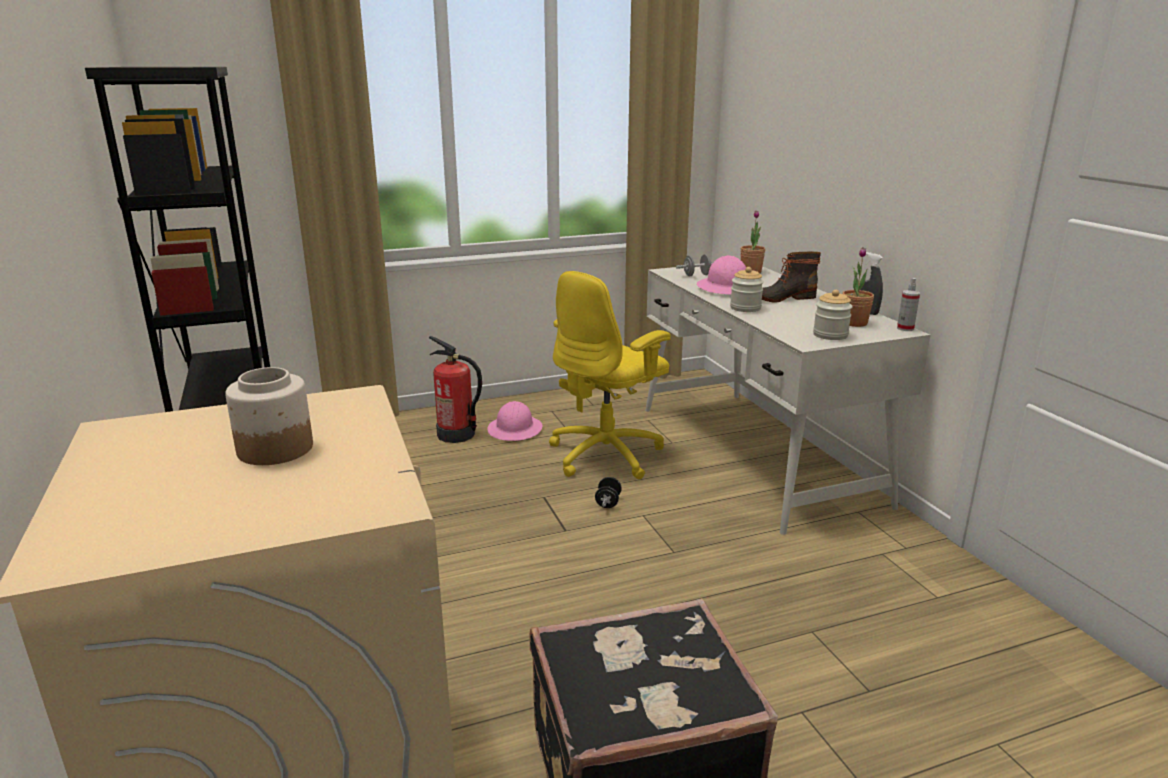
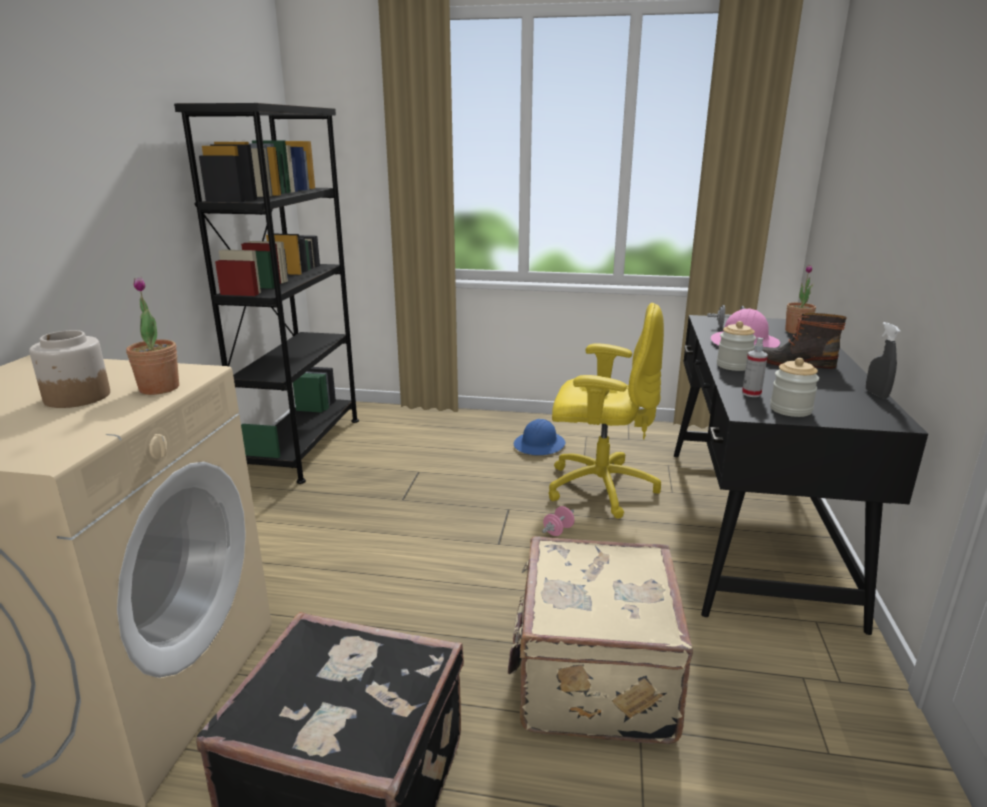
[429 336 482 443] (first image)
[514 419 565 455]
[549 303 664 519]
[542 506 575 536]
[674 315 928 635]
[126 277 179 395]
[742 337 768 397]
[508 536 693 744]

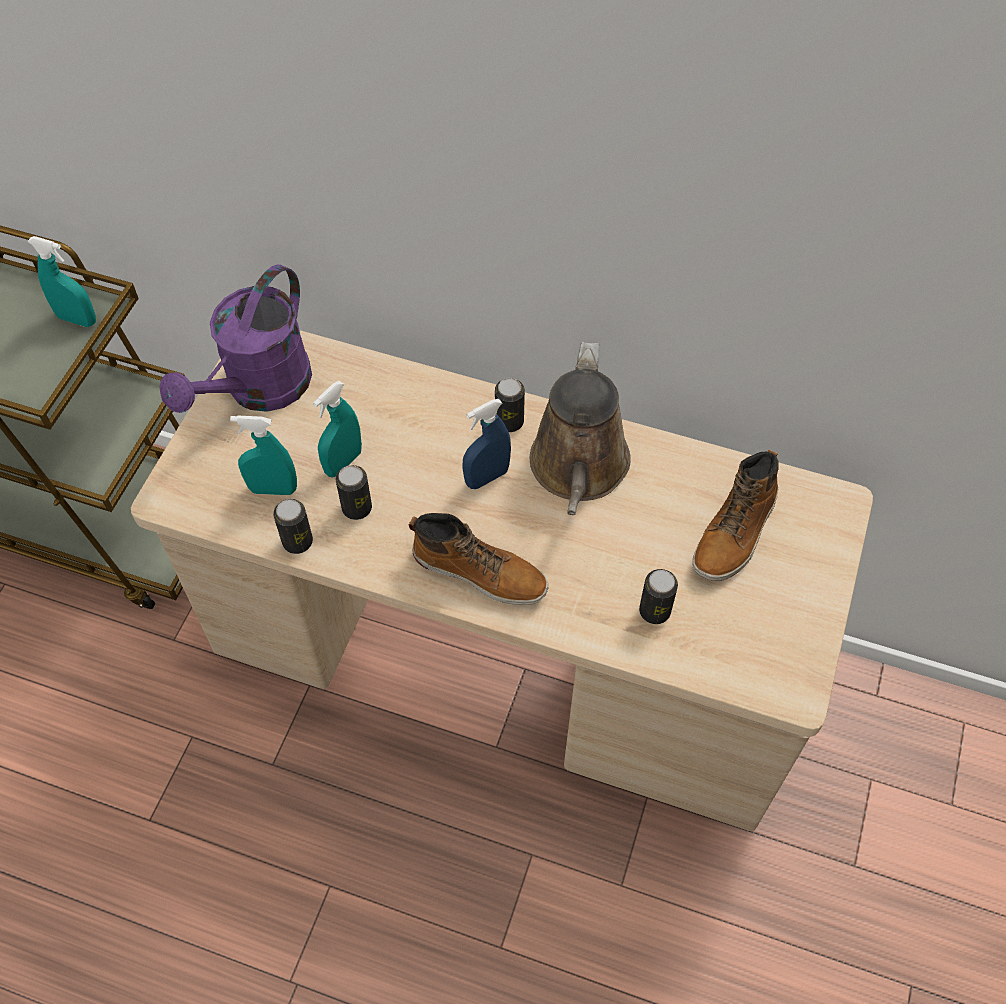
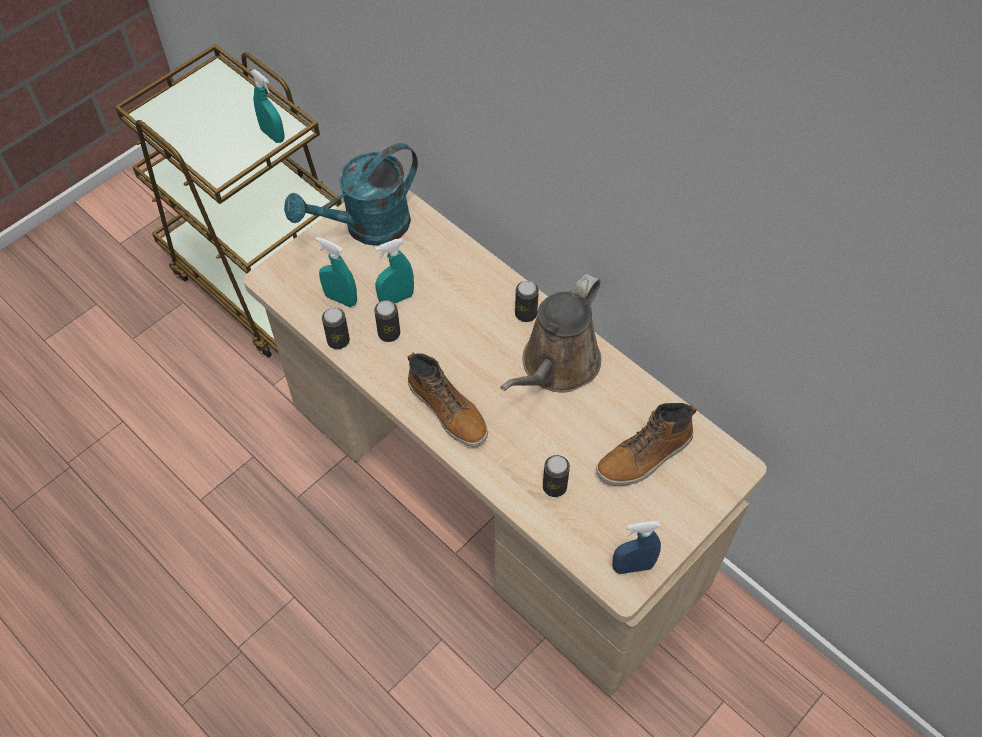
[284 143 418 246]
[612 521 661 574]

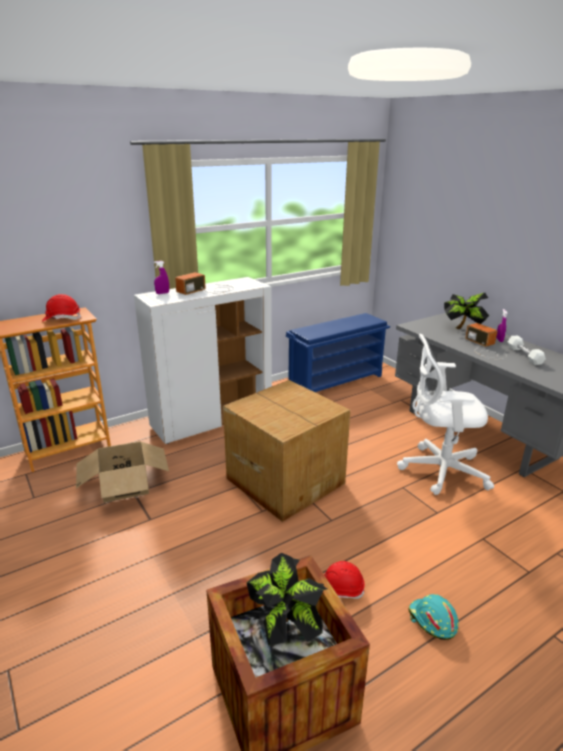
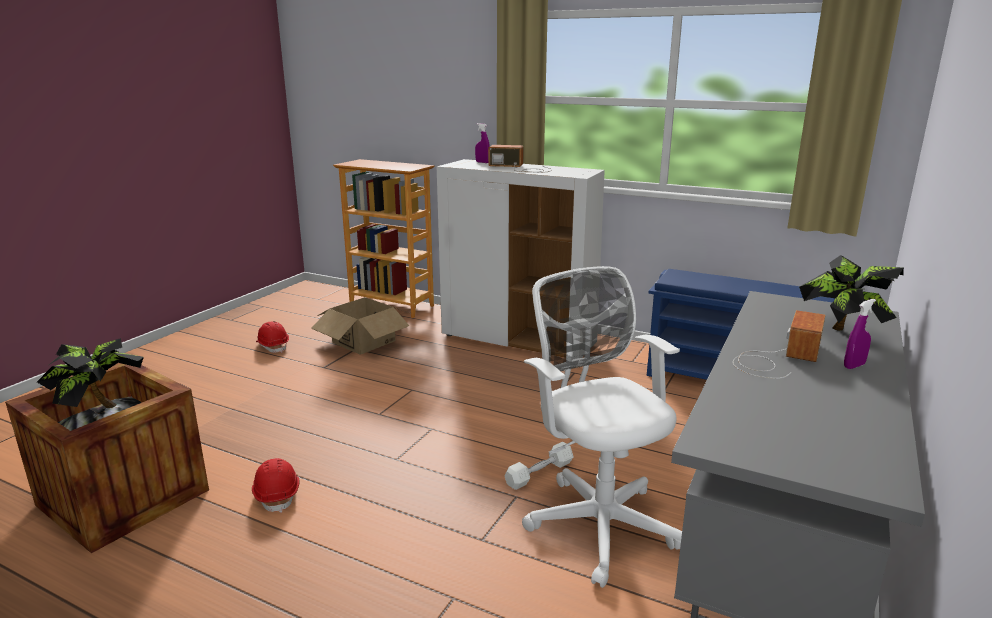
[256 321 289 353]
[223 380 351 522] (first image)
[408 594 459 640] (first image)
[505 442 574 490]

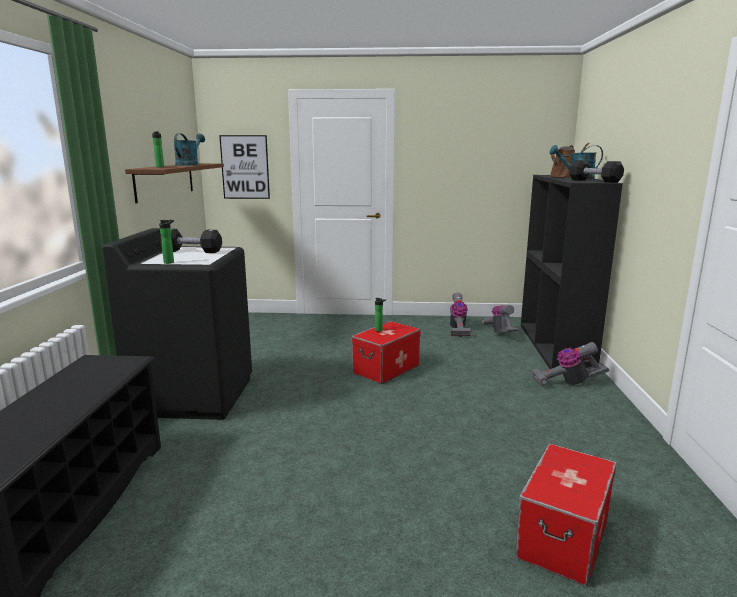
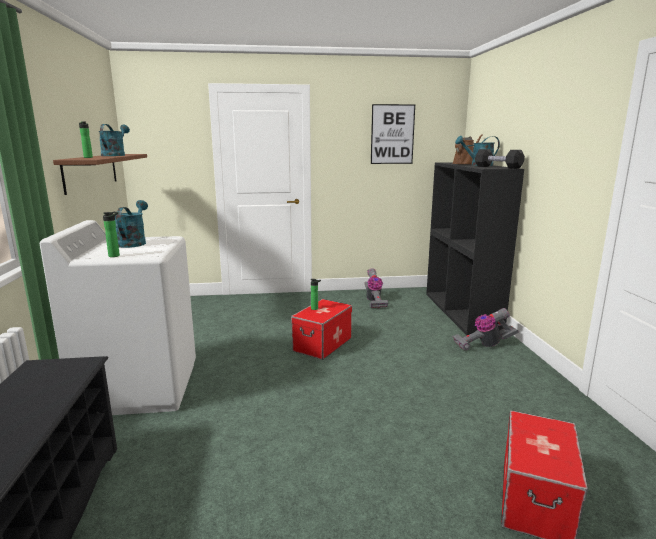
[40 220 196 415]
[115 200 148 248]
[371 104 415 164]
[482 305 518 333] (first image)

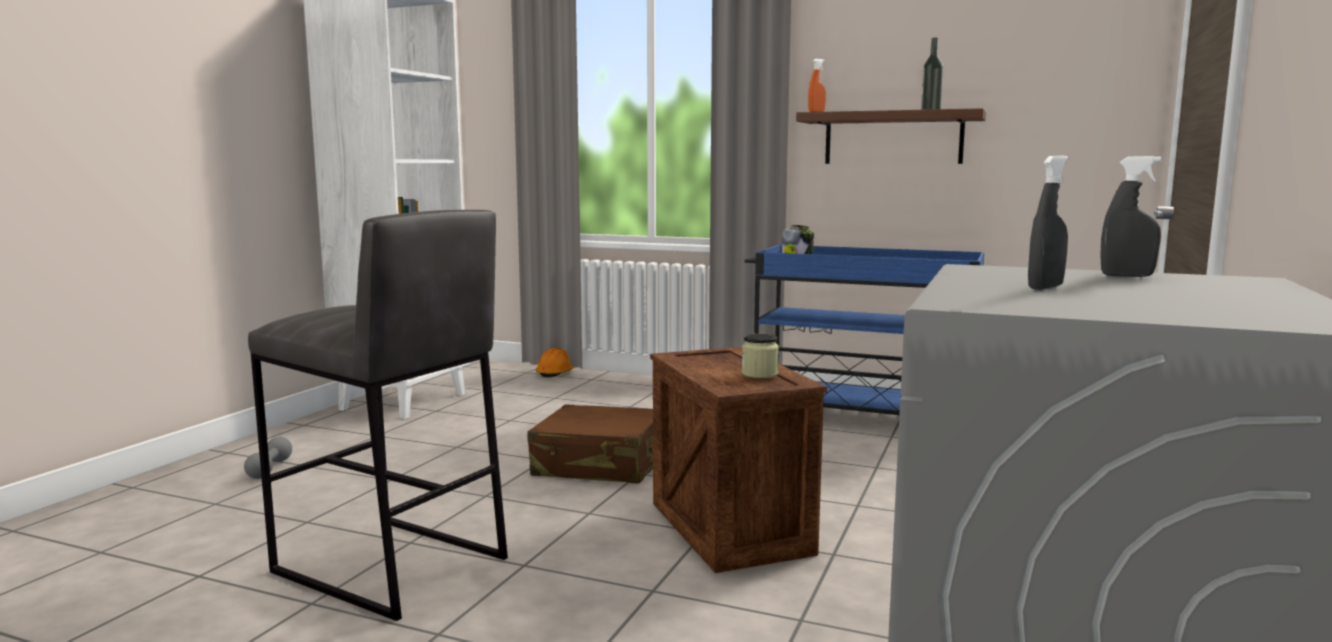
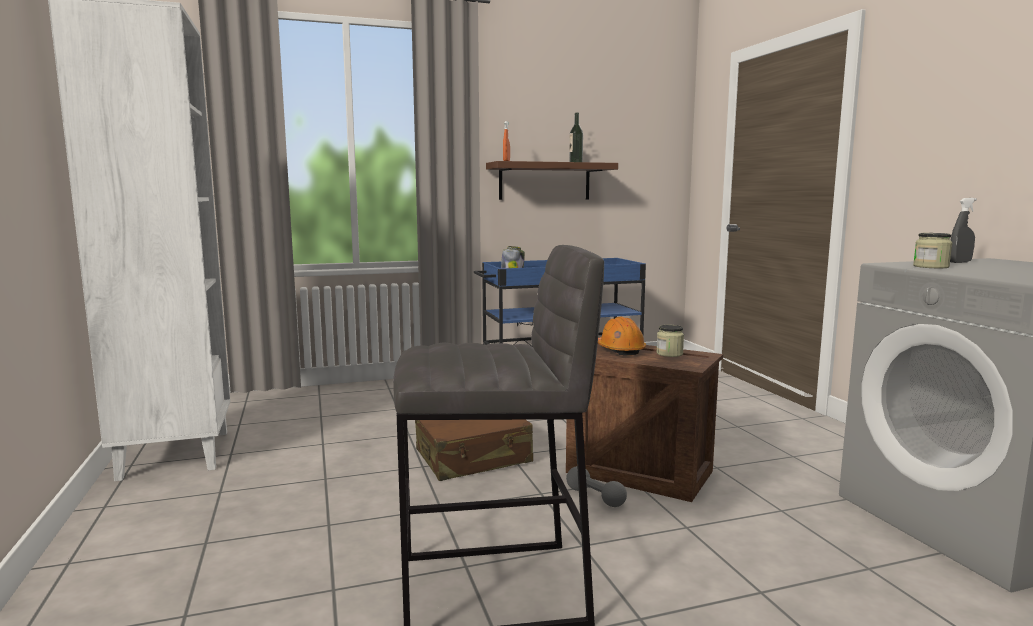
[566 466 627 507]
[598 317 646 356]
[1028 155 1068 290] (first image)
[913 233 952 268]

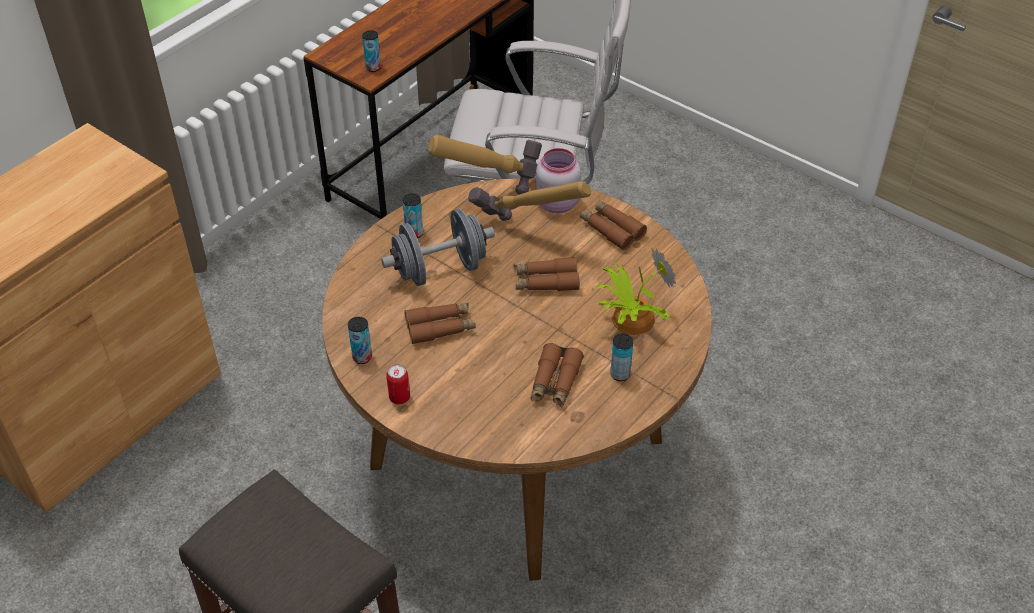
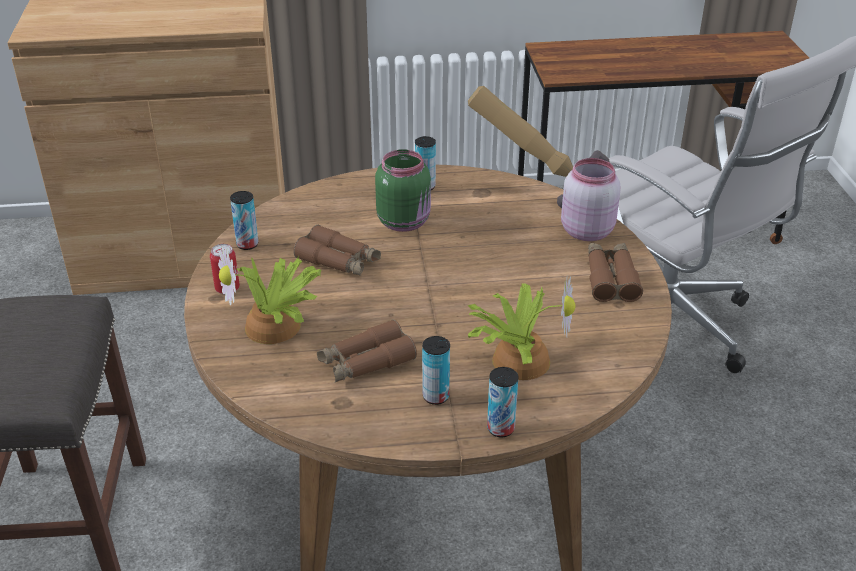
[487 367 518 437]
[375 149 431 232]
[468 181 591 221] (first image)
[513 257 580 291] (first image)
[218 246 321 344]

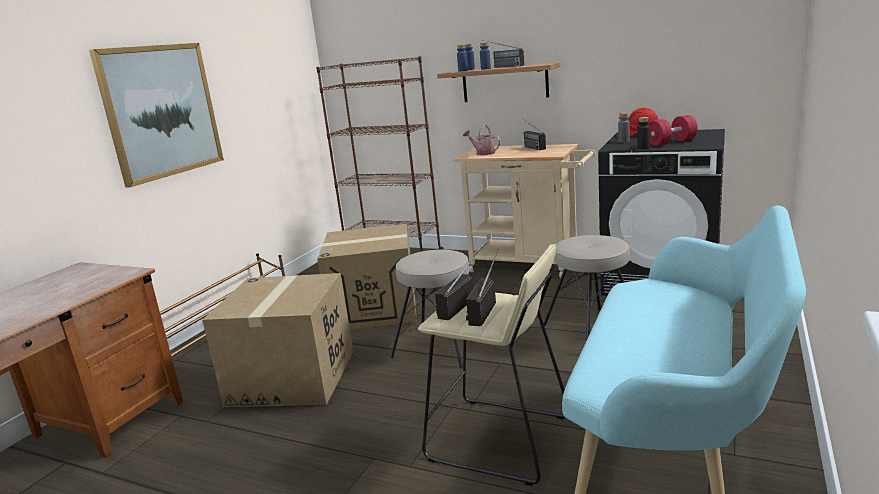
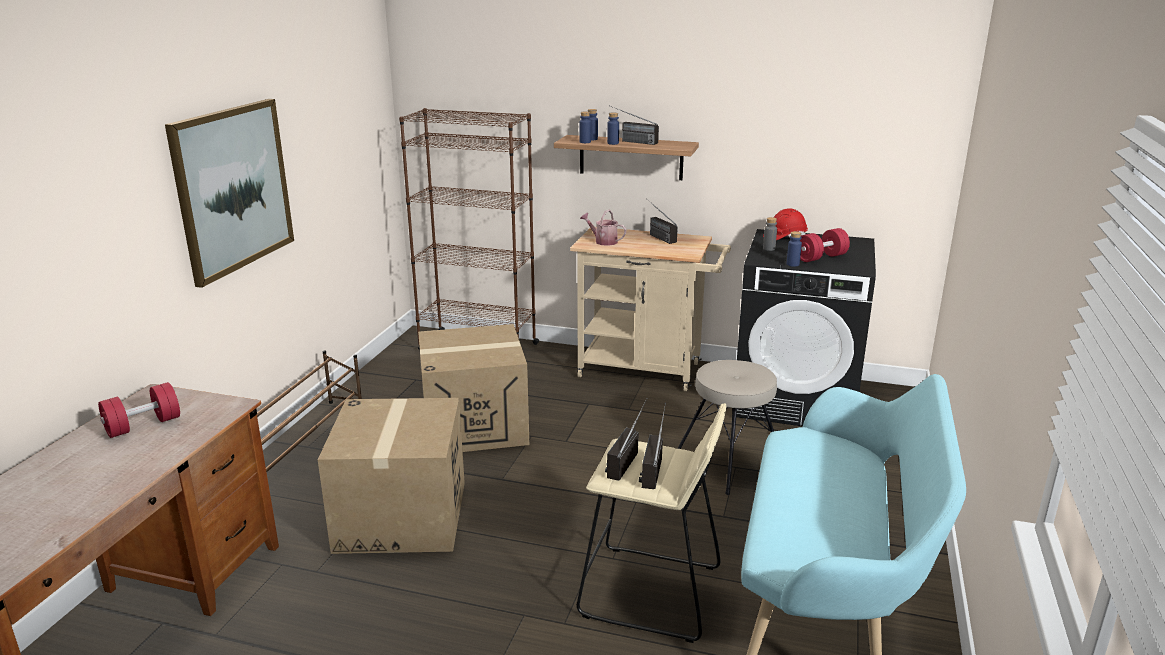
[390 250 469 369] (first image)
[787 231 802 267]
[98 382 180 438]

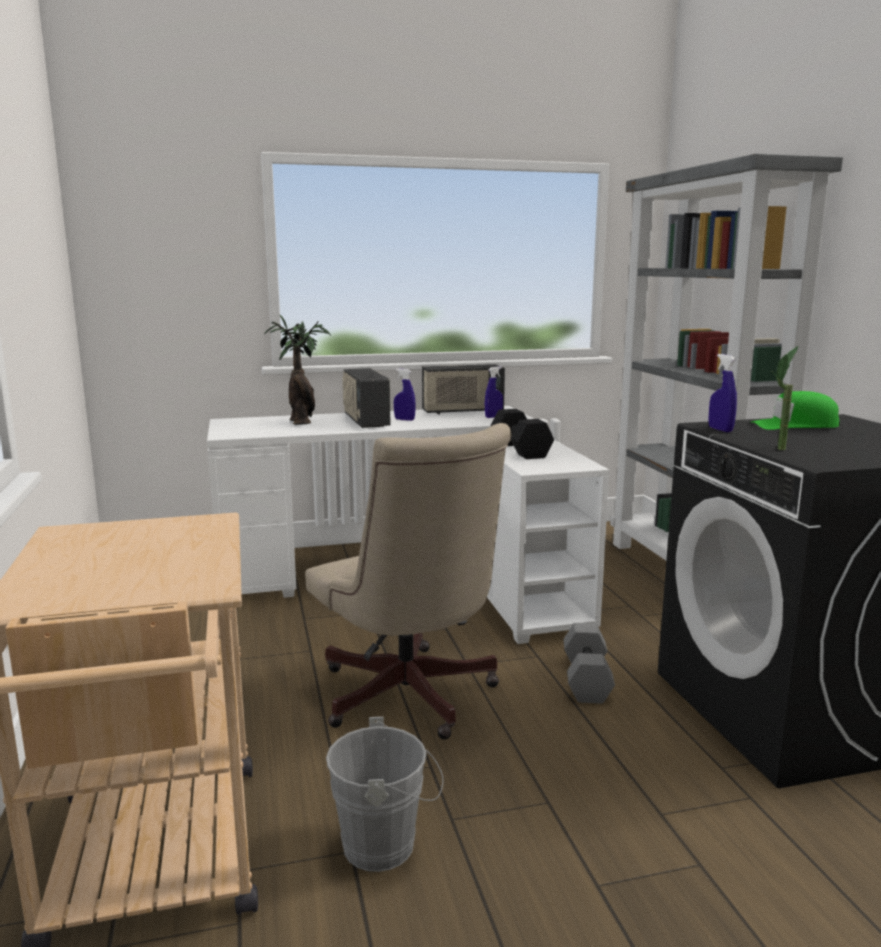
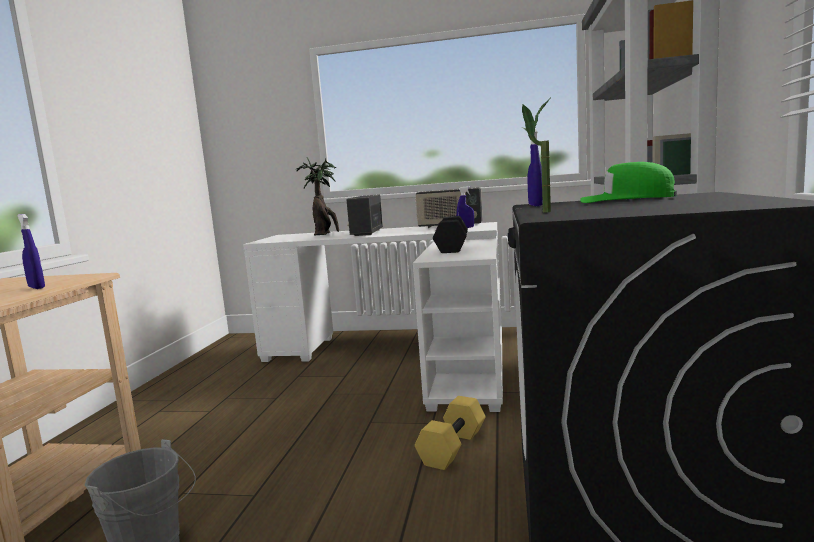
[305 423 512 740] (first image)
[17 214 45 289]
[415 396 486 470]

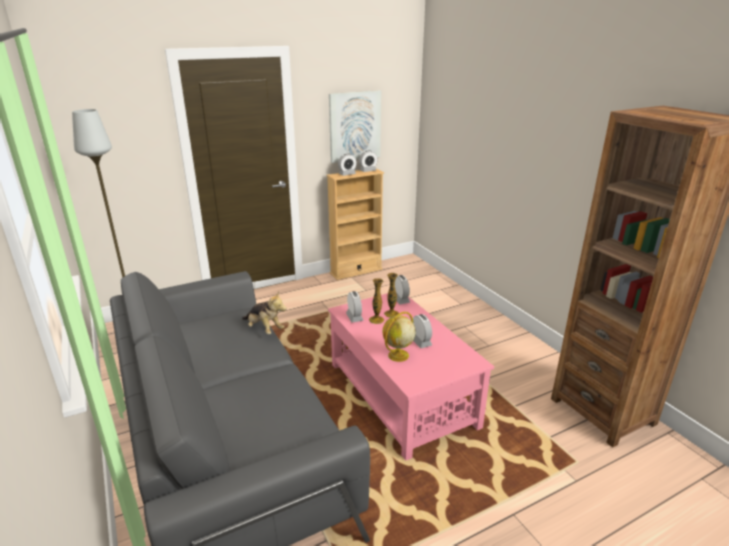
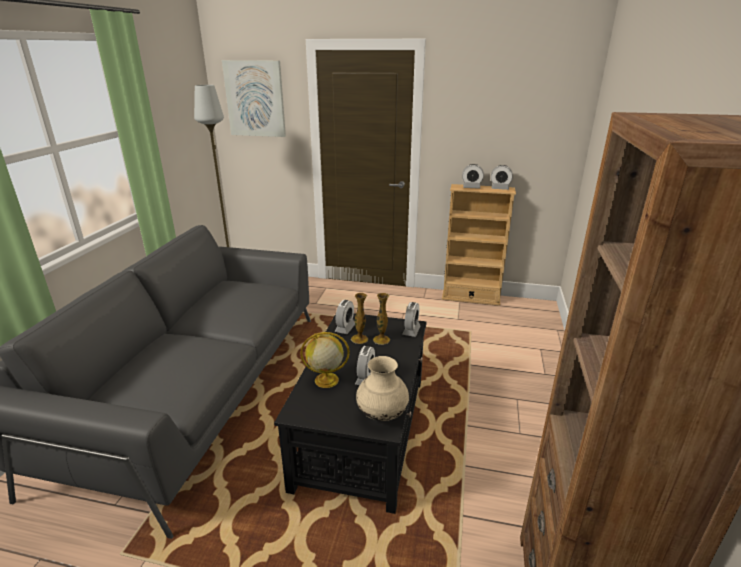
[242 291 287 334] (first image)
[274 313 427 514]
[222 60 286 137]
[356 356 409 421]

